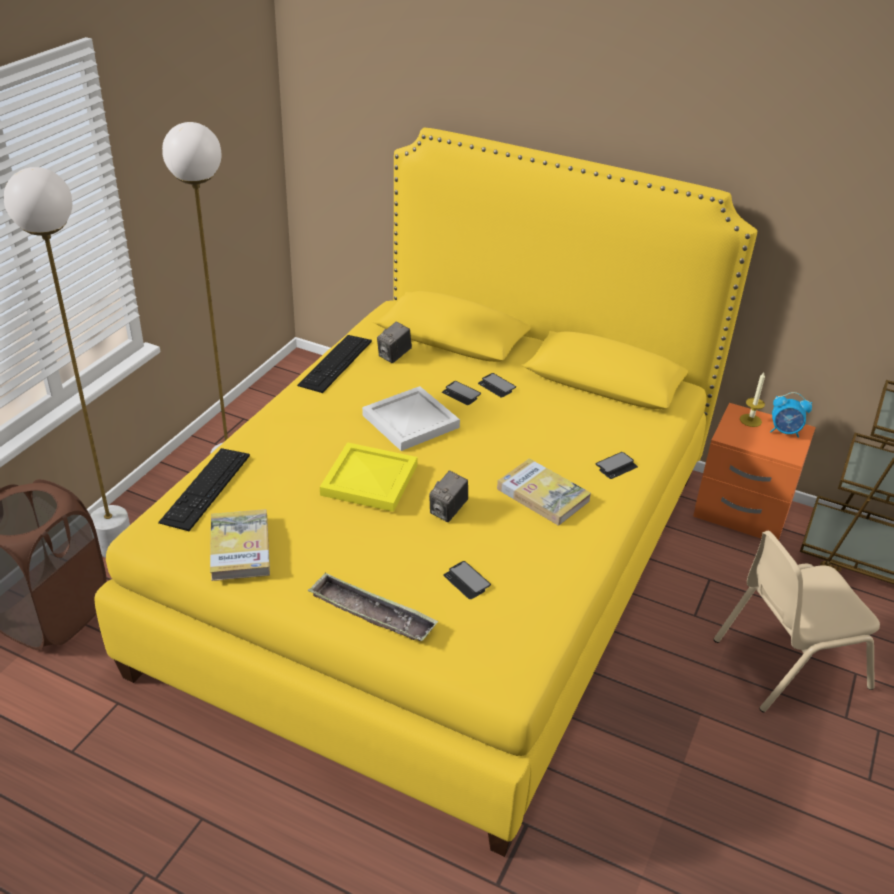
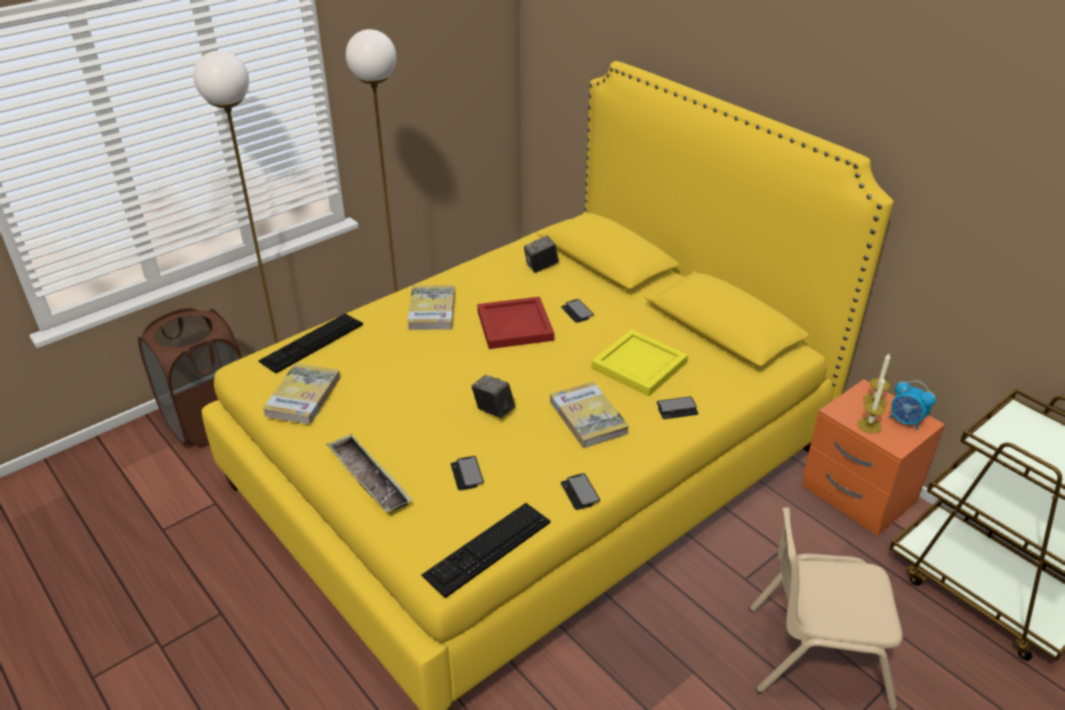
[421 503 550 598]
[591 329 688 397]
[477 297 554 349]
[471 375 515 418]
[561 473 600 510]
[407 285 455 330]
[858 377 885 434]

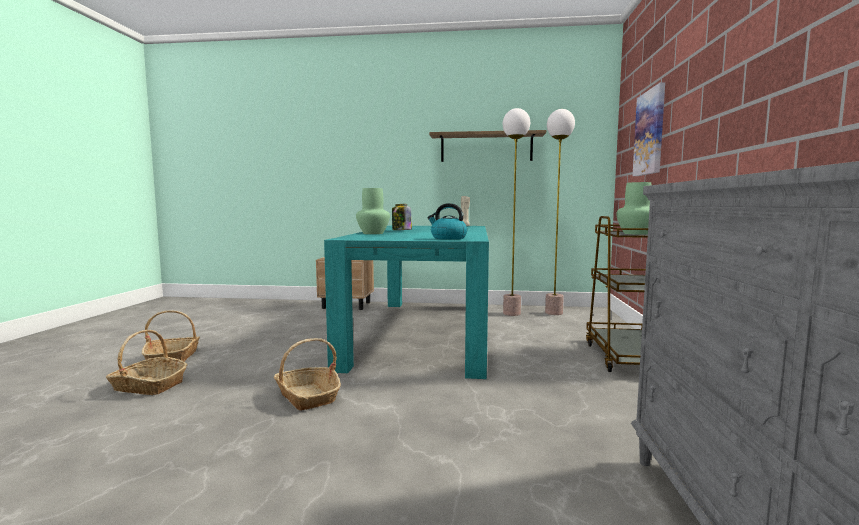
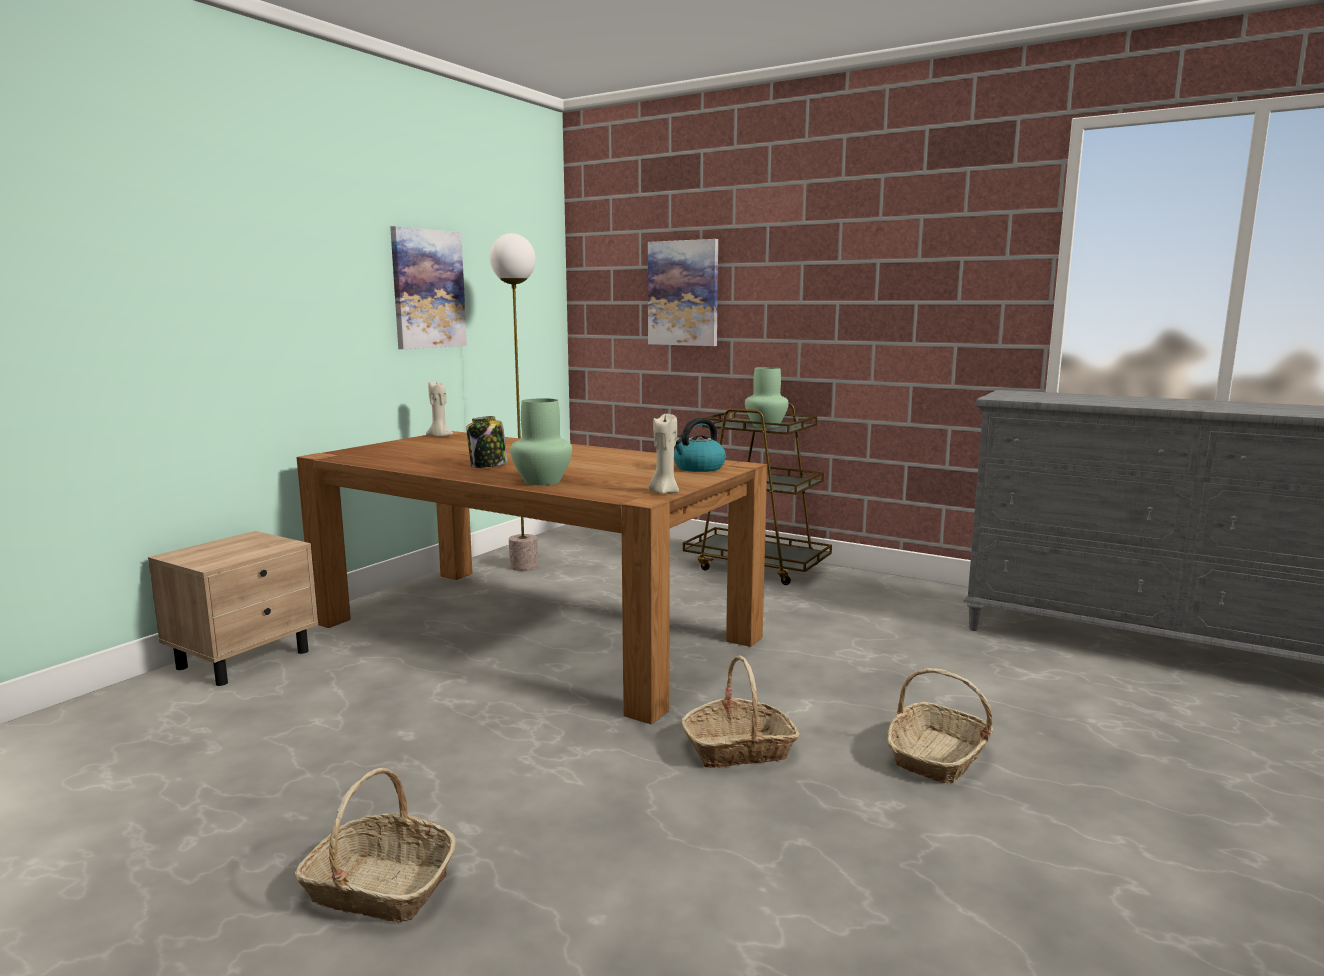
[887 668 993 783]
[296 431 767 724]
[390 226 467 349]
[545 109 575 315] (first image)
[649 414 679 494]

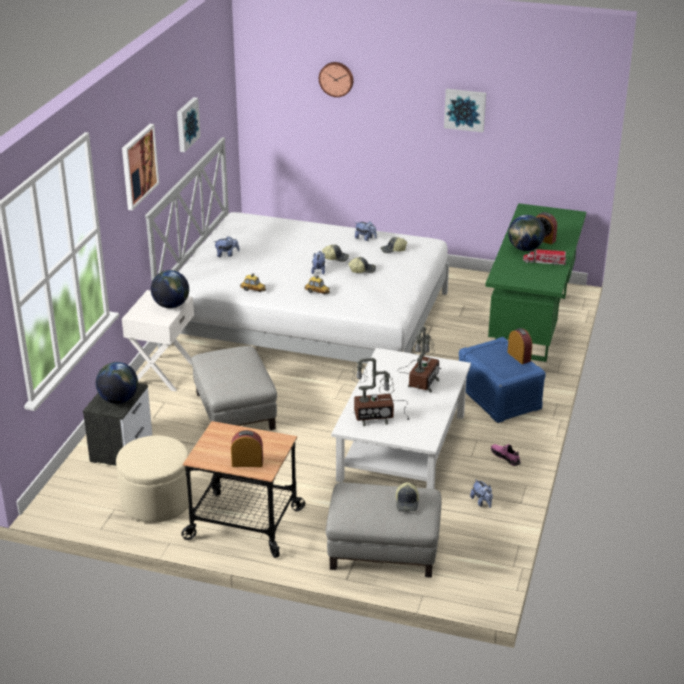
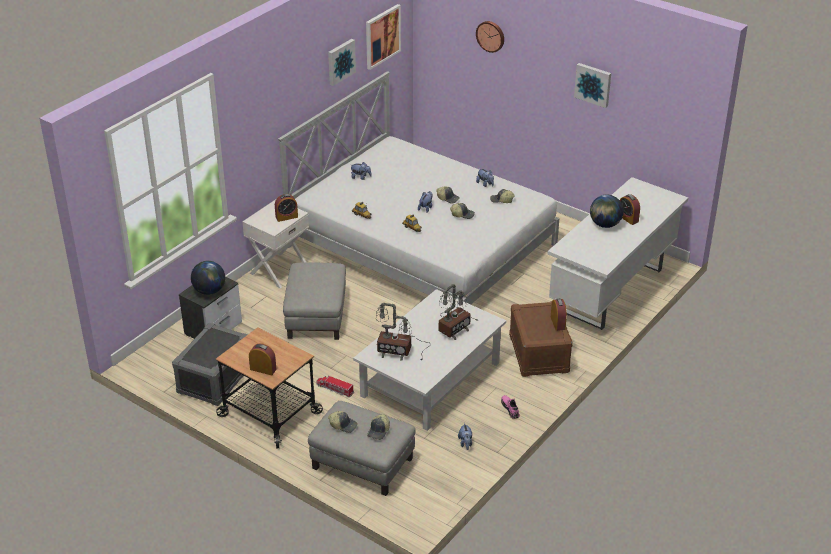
[172 323 248 406]
[366 4 401 70]
[275 194 298 222]
[509 301 573 377]
[548 177 688 330]
[316 375 354 397]
[328 411 358 433]

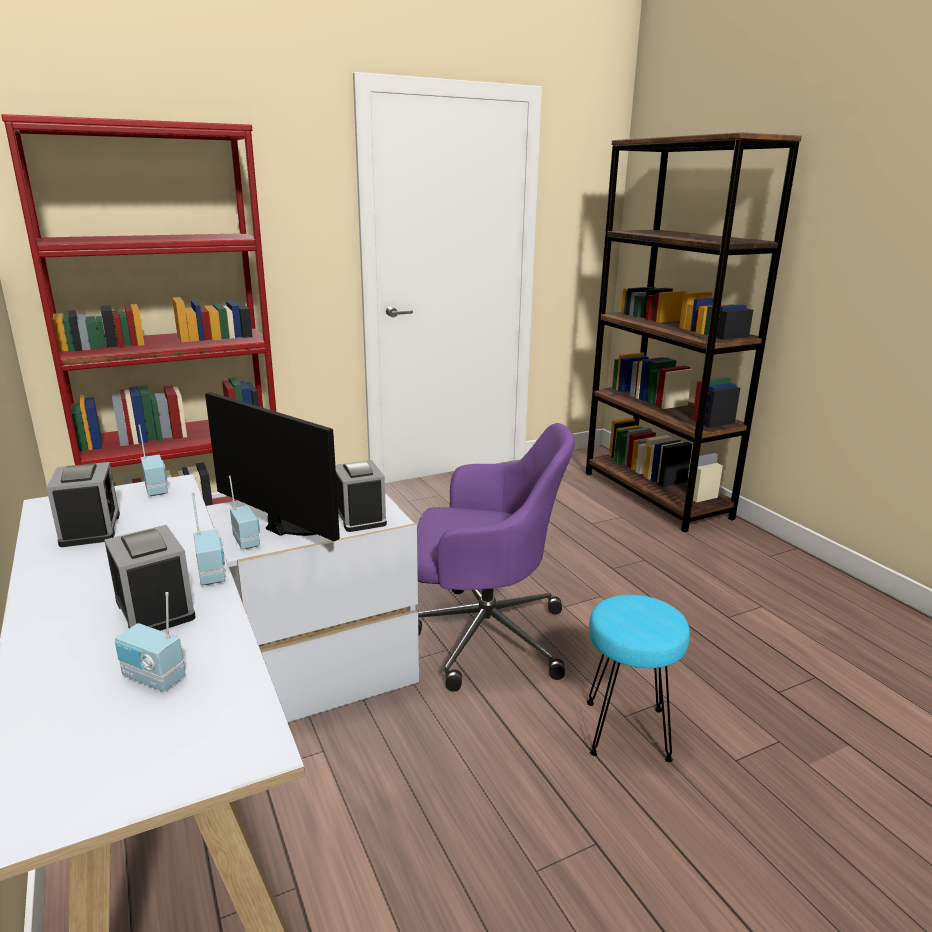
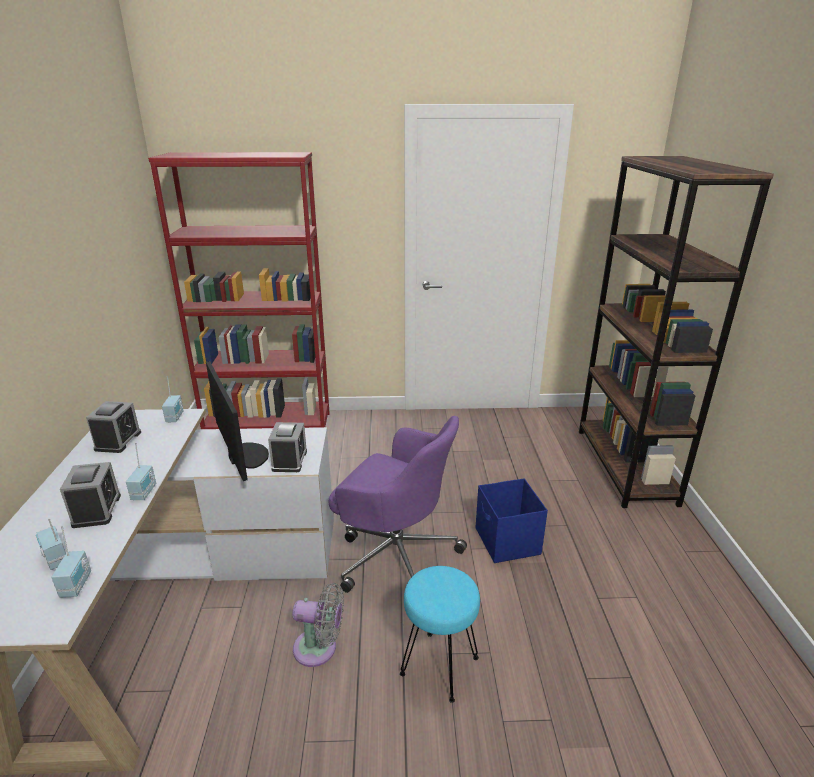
[51 526 91 598]
[292 583 344 667]
[476 478 548 563]

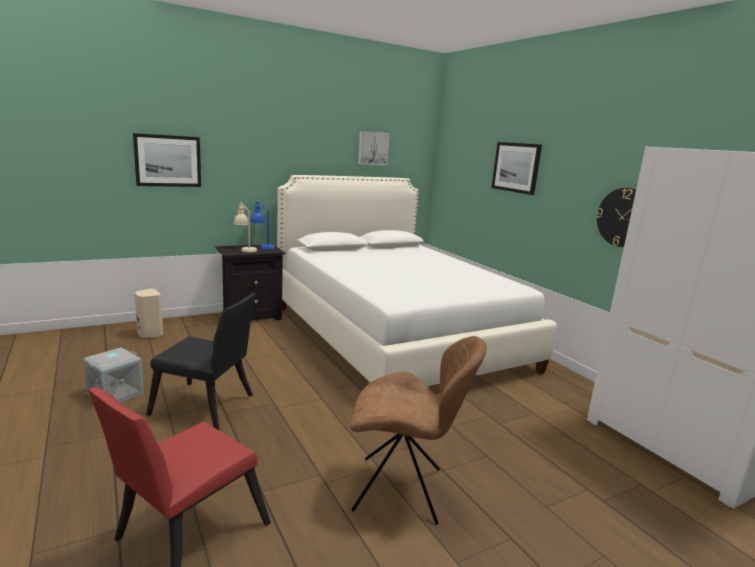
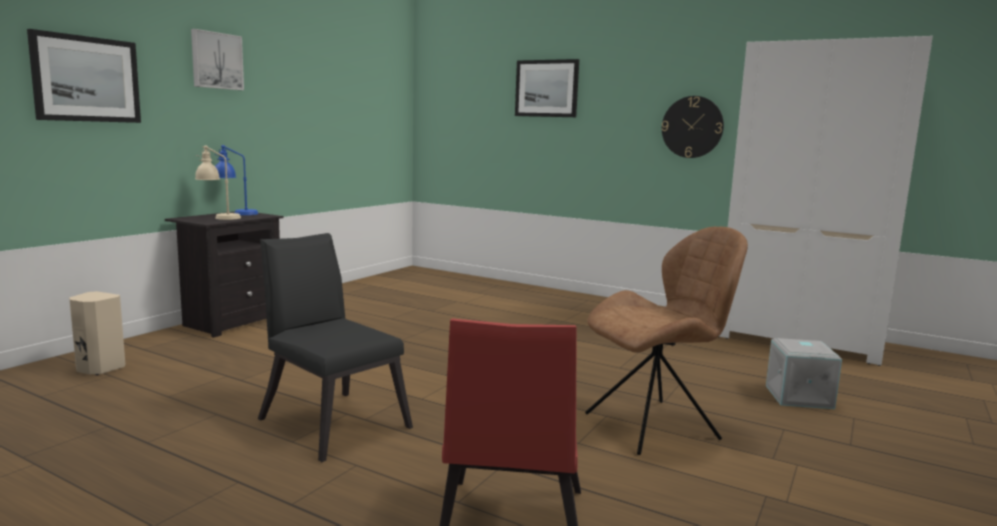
[766 338 842 409]
[258 233 413 462]
[277 175 557 386] (first image)
[191 29 244 90]

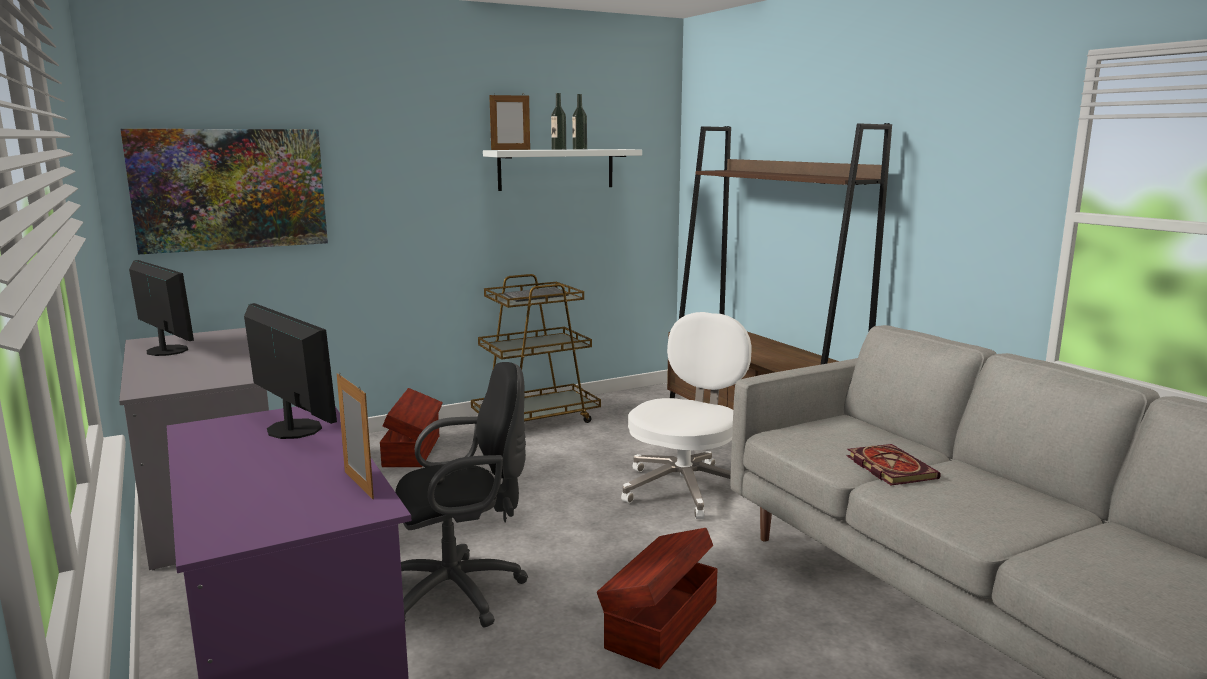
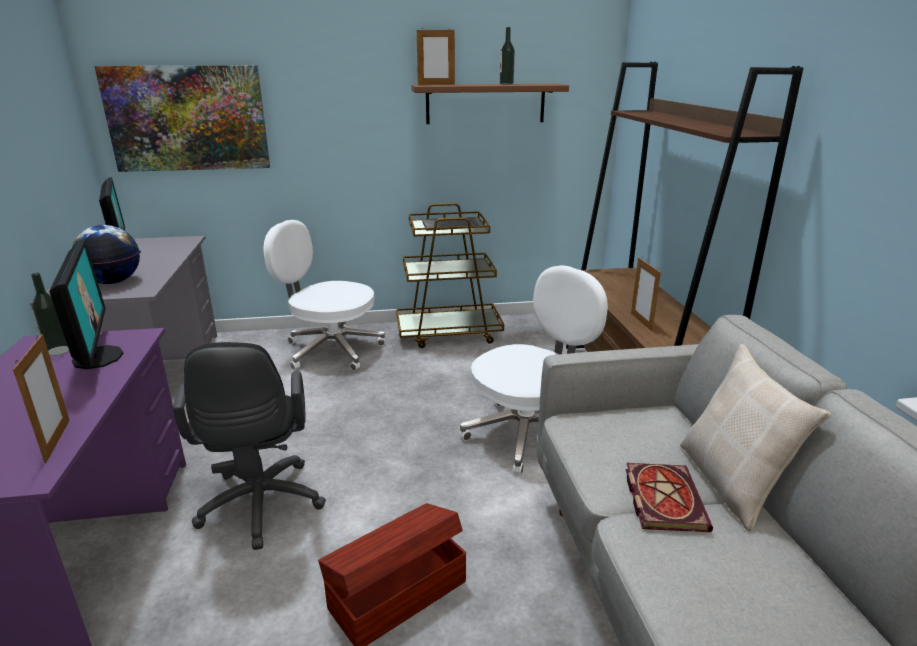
[263 220 385 371]
[173 342 326 550]
[411 84 569 124]
[31 273 69 356]
[72 225 140 284]
[631 258 661 331]
[680 344 831 531]

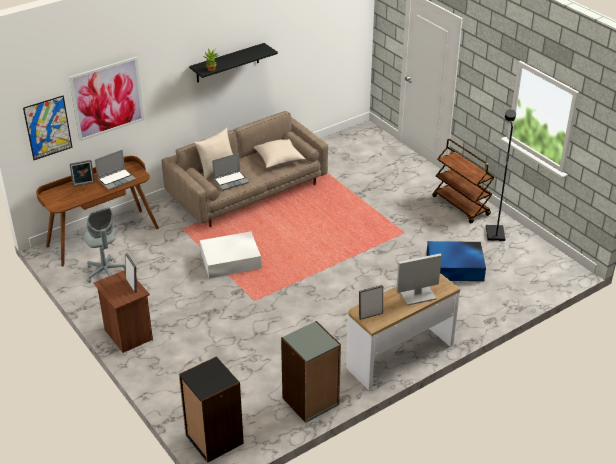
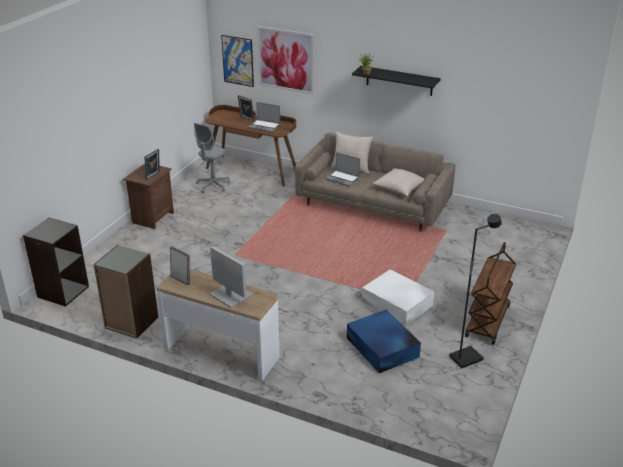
[362 269 434 326]

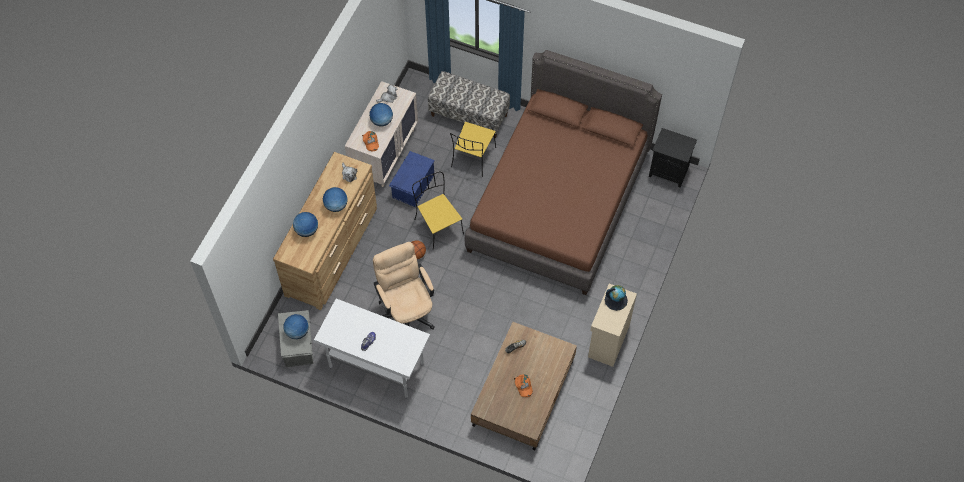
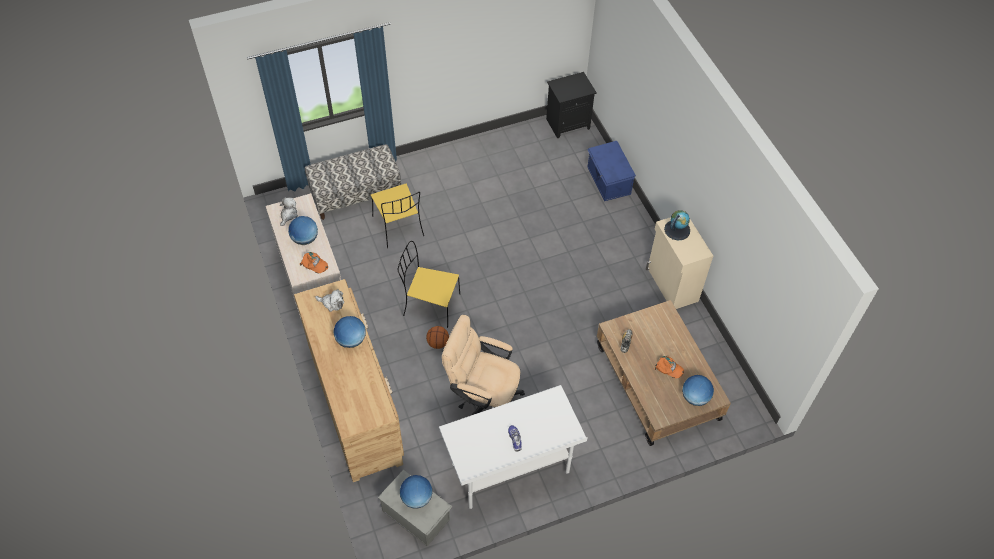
[682 375 714 406]
[587 141 636 201]
[465 50 662 295] (first image)

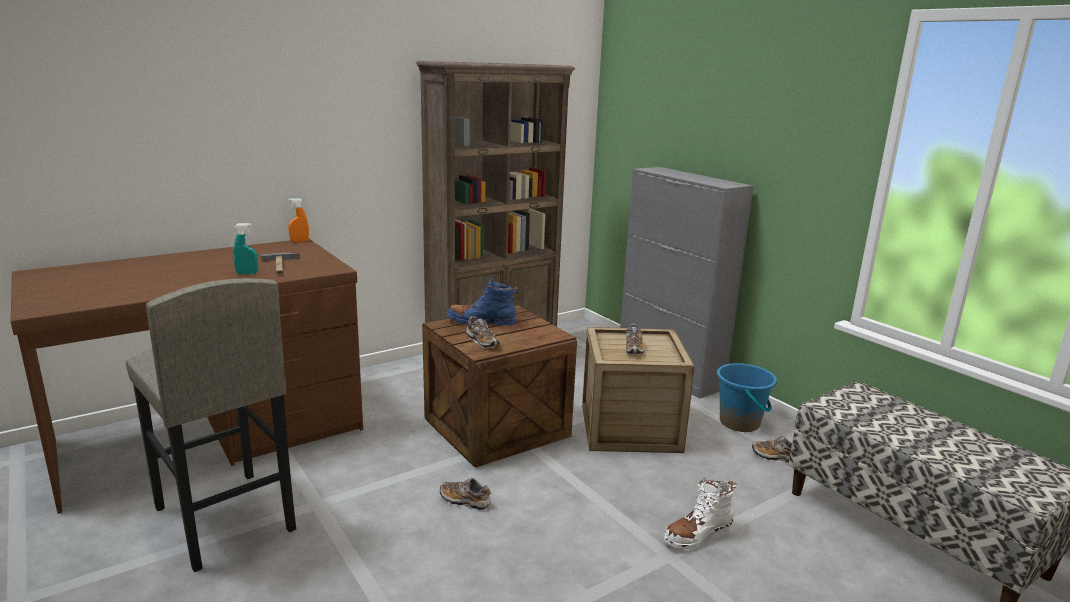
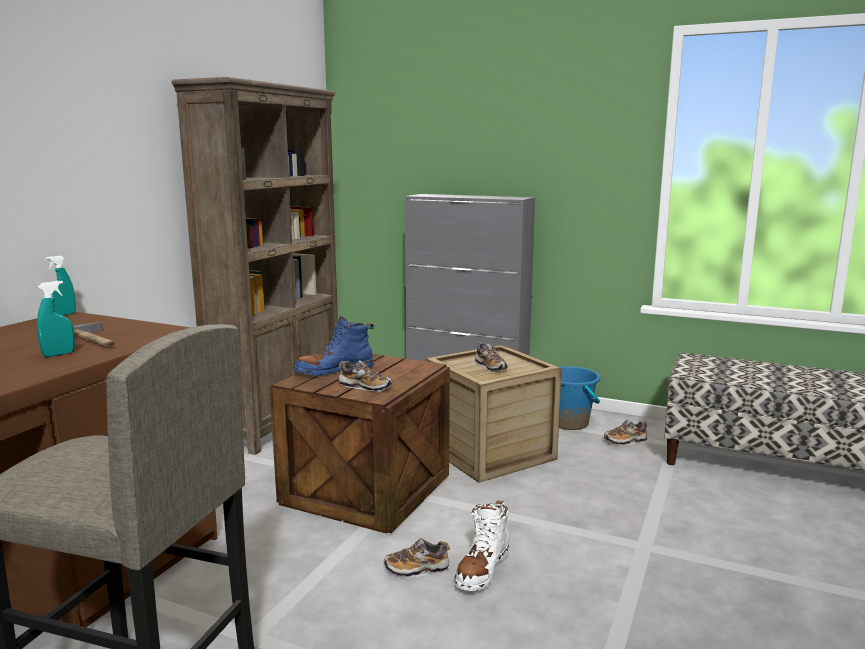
[46 255 76 316]
[454 500 509 591]

